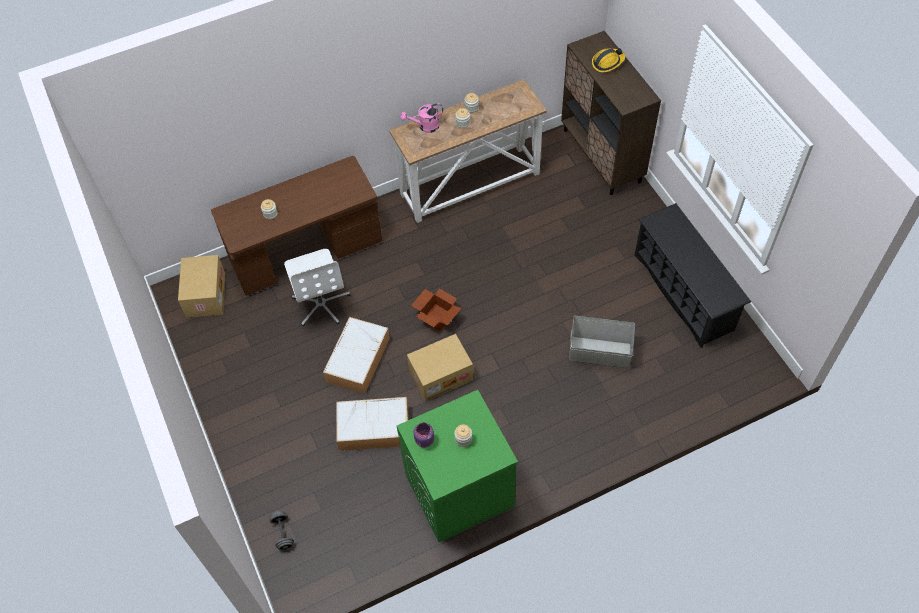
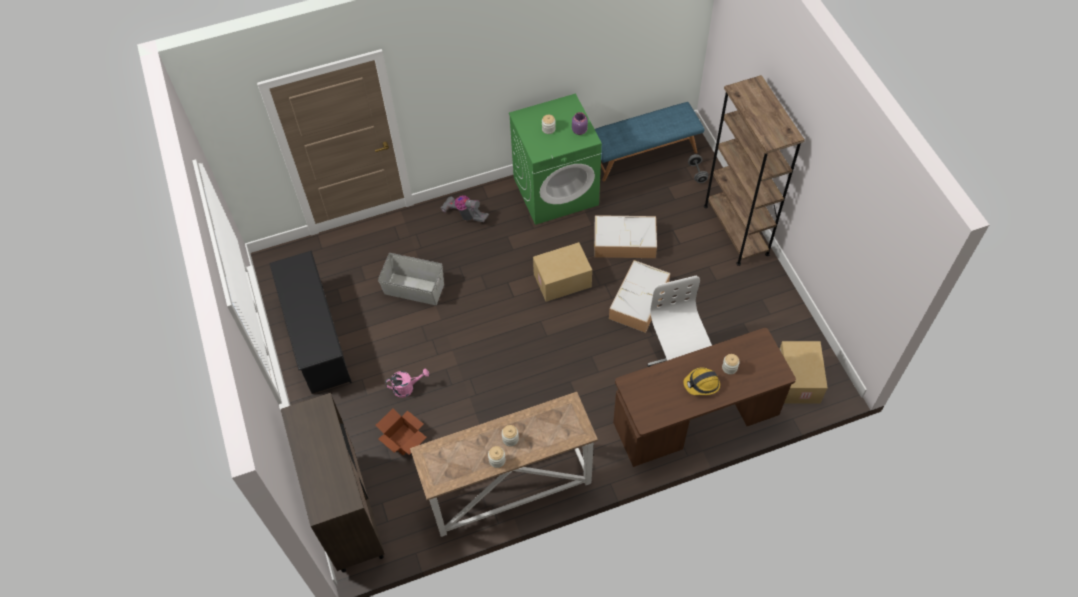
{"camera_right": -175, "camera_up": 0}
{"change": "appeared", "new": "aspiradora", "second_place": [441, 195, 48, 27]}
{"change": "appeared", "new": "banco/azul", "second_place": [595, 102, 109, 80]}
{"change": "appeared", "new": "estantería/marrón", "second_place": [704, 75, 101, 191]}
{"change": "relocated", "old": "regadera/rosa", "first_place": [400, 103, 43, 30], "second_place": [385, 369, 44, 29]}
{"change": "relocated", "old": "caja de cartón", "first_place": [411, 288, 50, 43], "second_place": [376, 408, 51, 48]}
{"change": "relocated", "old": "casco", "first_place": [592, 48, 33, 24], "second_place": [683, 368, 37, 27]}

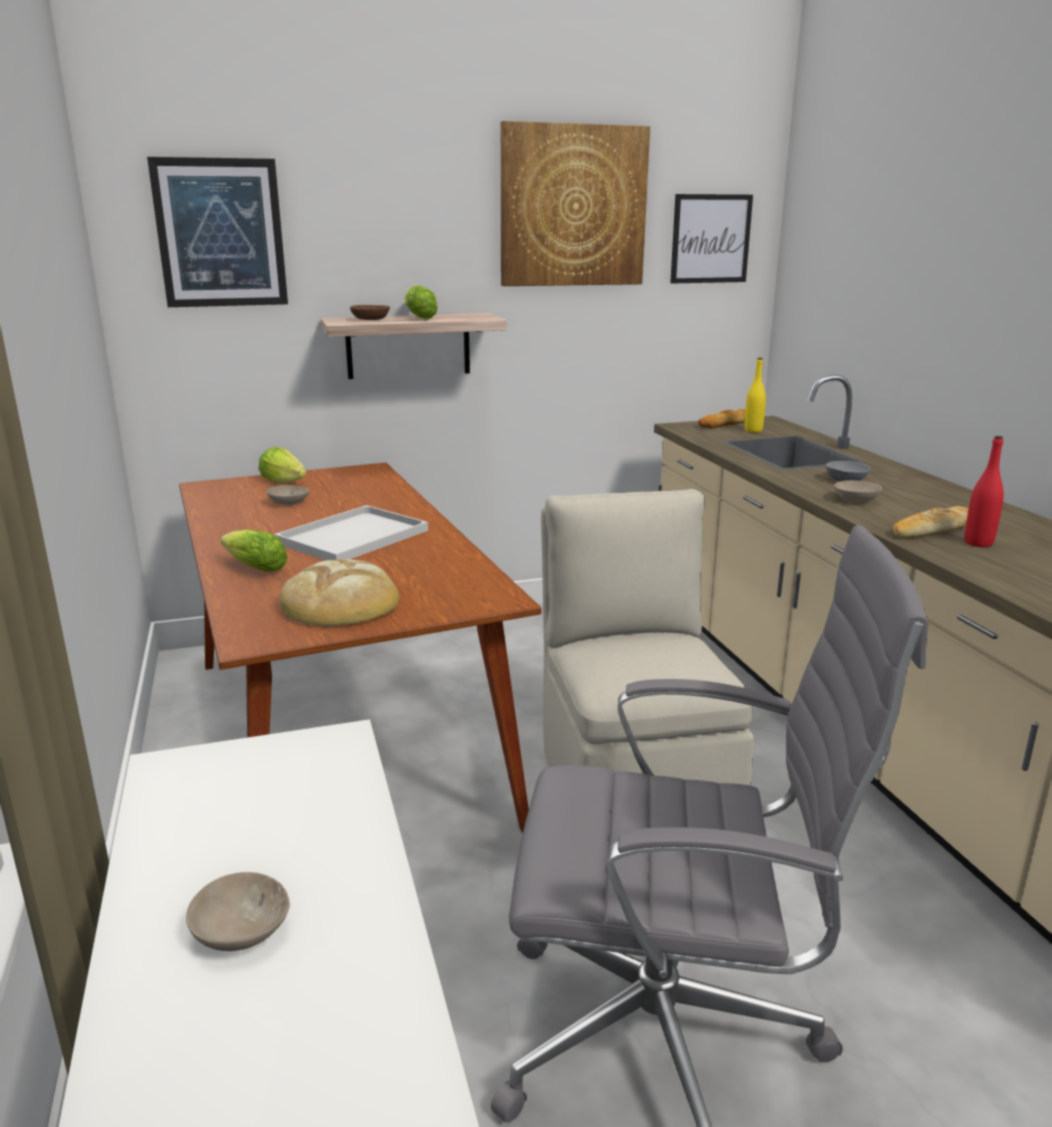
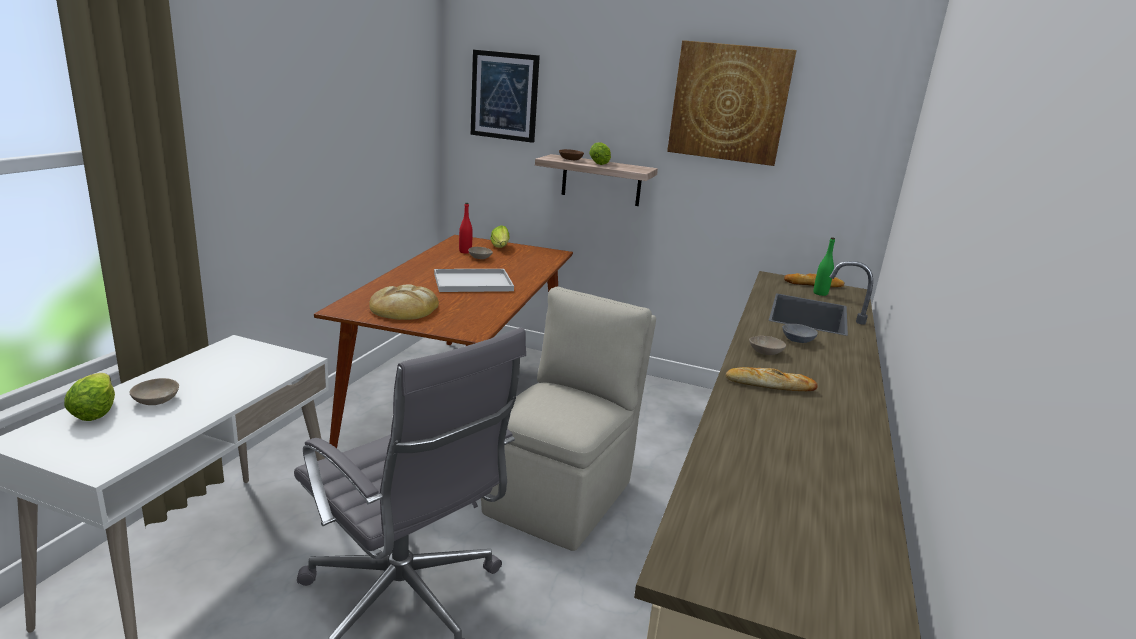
{"camera_right": 35, "camera_up": 0}
{"change": "missing", "old": "cuadro", "first_place": [670, 194, 83, 89]}
{"change": "relocated", "old": "lechuga", "first_place": [220, 529, 68, 43], "second_place": [64, 373, 51, 48]}
{"change": "relocated", "old": "botella/rojo", "first_place": [965, 436, 39, 111], "second_place": [459, 203, 14, 51]}
{"change": "colour", "old": "botella/amarillo", "new": "botella/verde", "first_place": [744, 358, 22, 74], "second_place": [814, 237, 21, 59]}

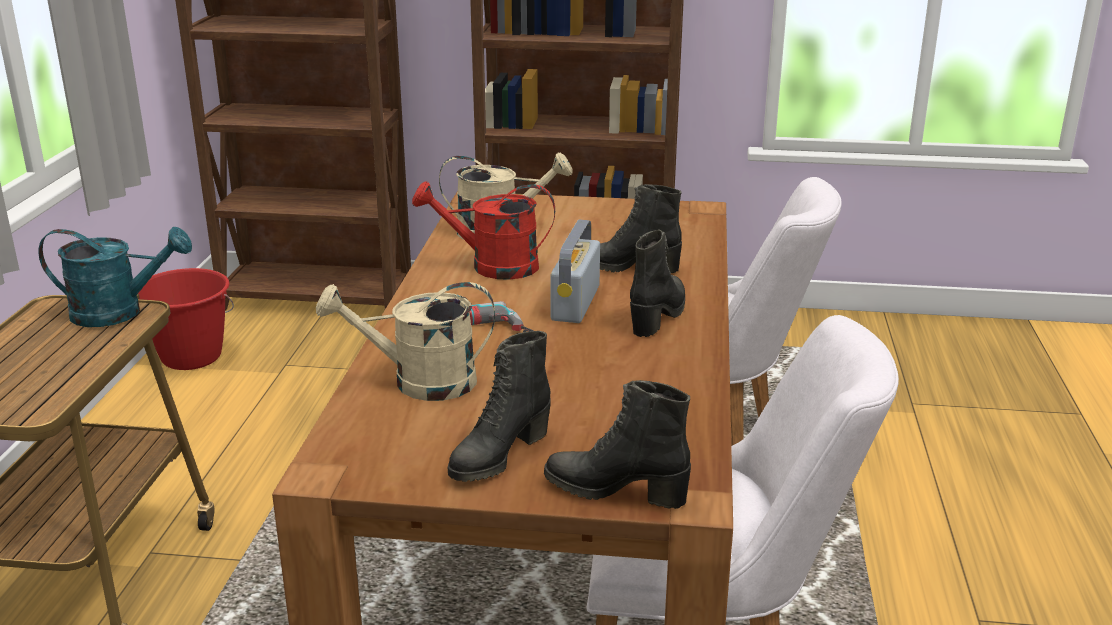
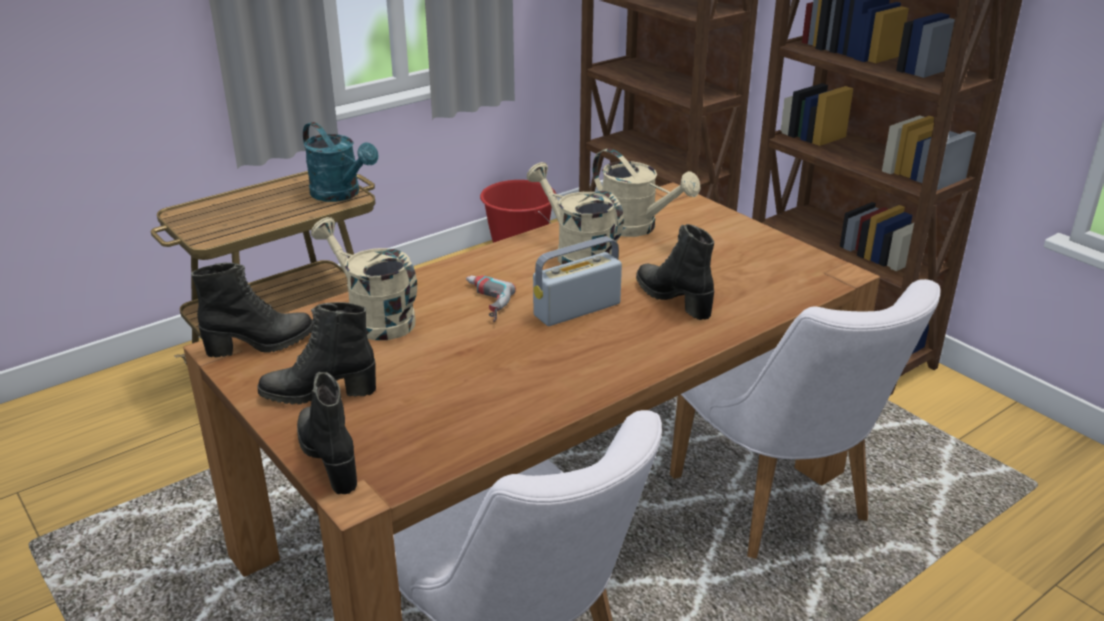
{"camera_right": 45, "camera_up": 5}
{"change": "relocated", "old": "bota/negro", "first_place": [630, 229, 55, 108], "second_place": [191, 263, 122, 94]}
{"change": "colour", "old": "regadera/rojo", "new": "regadera/beis", "first_place": [412, 182, 143, 98], "second_place": [527, 162, 97, 103]}

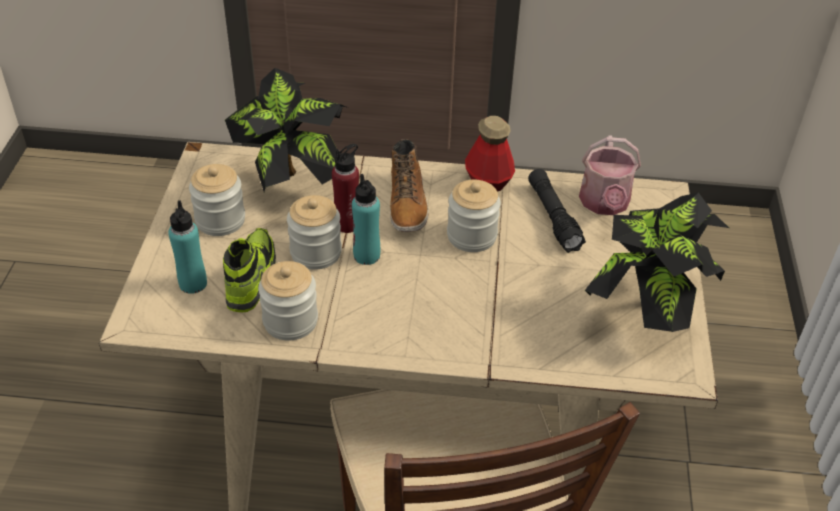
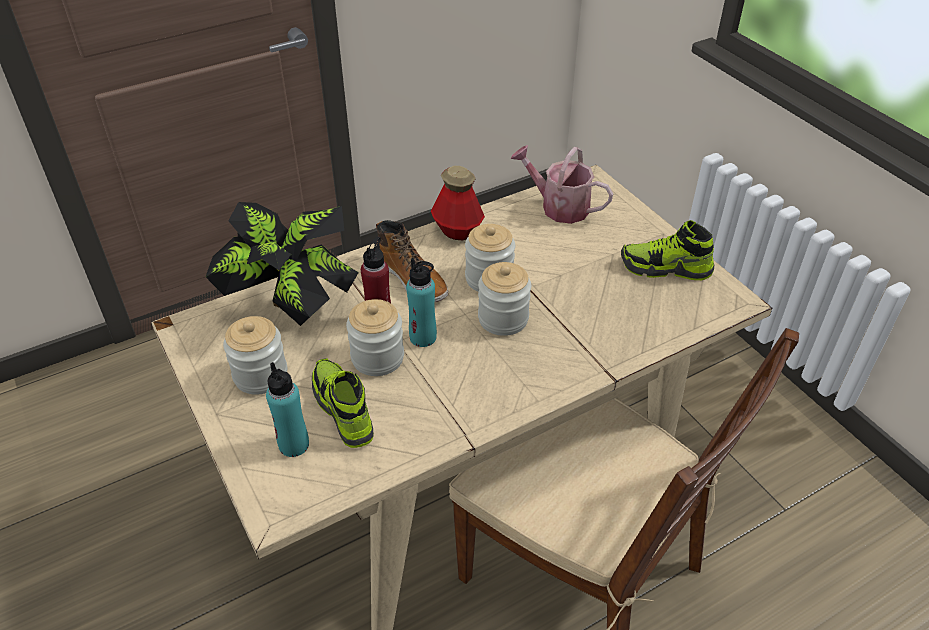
{"camera_right": -35, "camera_up": 0}
{"change": "missing", "old": "linterna/negro", "first_place": [528, 169, 58, 84]}
{"change": "relocated", "old": "tarro", "first_place": [258, 261, 60, 80], "second_place": [478, 262, 53, 74]}
{"change": "exchanged", "old": "planta en maceta", "new": "zapato", "first_place": [585, 192, 144, 140], "second_place": [621, 220, 93, 60]}
{"change": "spun", "old": "regadera", "first_place": [579, 135, 62, 80], "second_place": [510, 145, 103, 79], "degrees": 150}

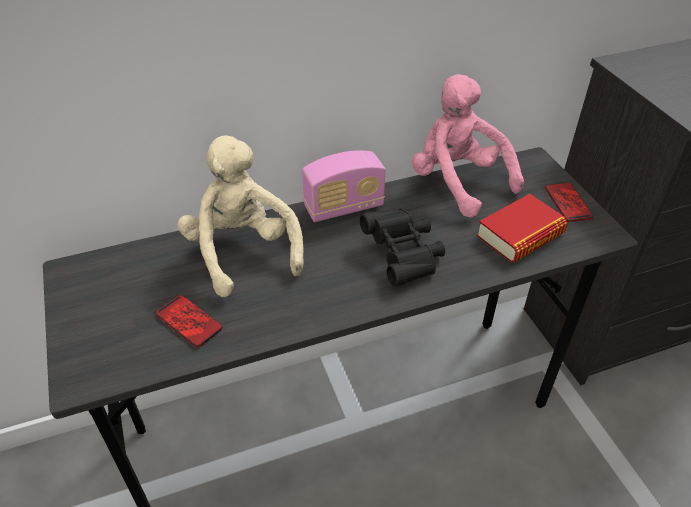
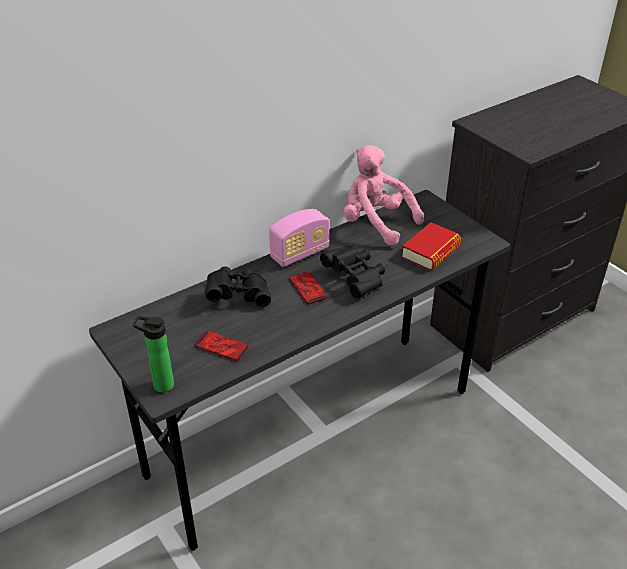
{"camera_right": -15, "camera_up": -5}
{"change": "appeared", "new": "botella", "second_place": [133, 316, 41, 77]}
{"change": "relocated", "old": "móvil", "first_place": [545, 183, 49, 39], "second_place": [289, 272, 39, 32]}
{"change": "exchanged", "old": "peluche/beis", "new": "prismáticos/negro", "first_place": [178, 135, 126, 162], "second_place": [205, 266, 66, 41]}

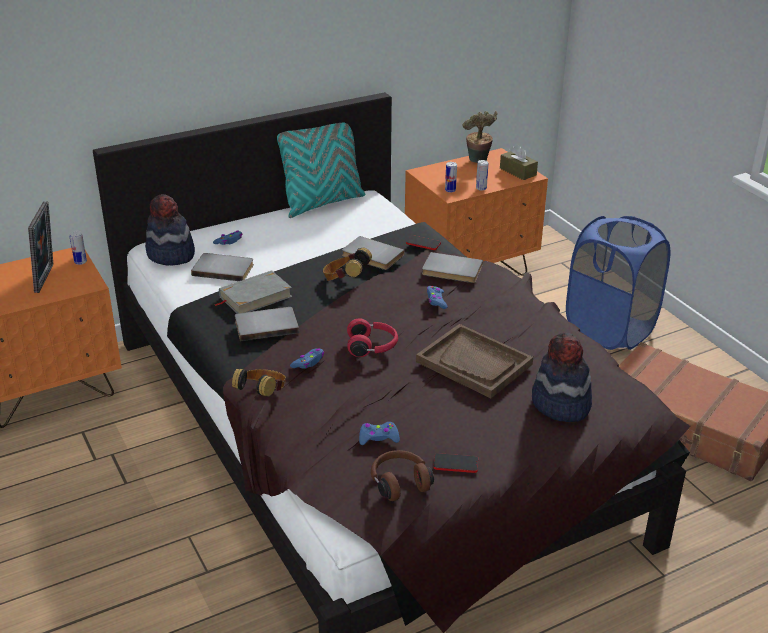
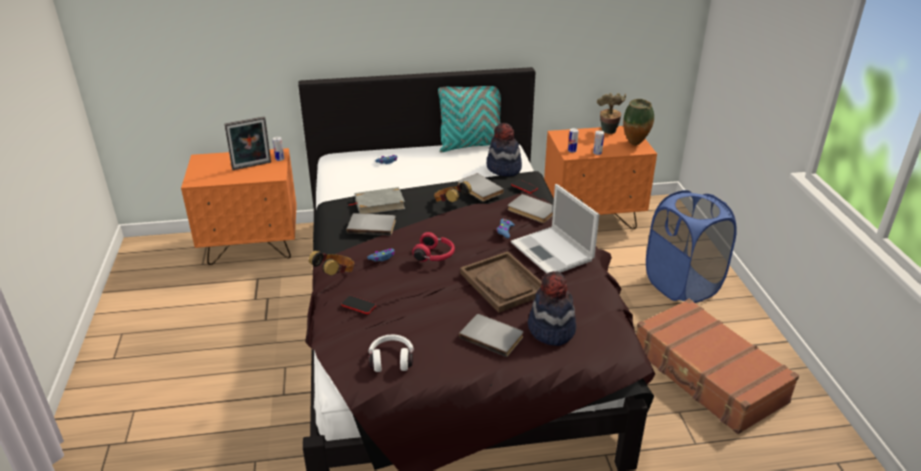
{"camera_right": 20, "camera_up": 0}
{"change": "missing", "old": "mando de consola/azul", "first_place": [359, 422, 41, 23]}
{"change": "appeared", "new": "portátil", "second_place": [511, 184, 89, 89]}
{"change": "relocated", "old": "sombrero", "first_place": [145, 194, 50, 72], "second_place": [487, 123, 35, 53]}
{"change": "relocated", "old": "libro/gris", "first_place": [191, 253, 63, 28], "second_place": [459, 314, 64, 43]}
{"change": "relocated", "old": "móvil", "first_place": [433, 453, 45, 20], "second_place": [341, 296, 35, 18]}
{"change": "exchanged", "old": "caja de pañuelos/marrón", "new": "florero", "first_place": [500, 145, 38, 35], "second_place": [623, 99, 31, 47]}
{"change": "colour", "old": "auriculares/marrón", "new": "auriculares/blanco", "first_place": [371, 450, 63, 51], "second_place": [368, 335, 46, 37]}
{"change": "spun", "old": "portarretratos", "first_place": [28, 201, 25, 92], "second_place": [224, 116, 47, 54], "degrees": 45}

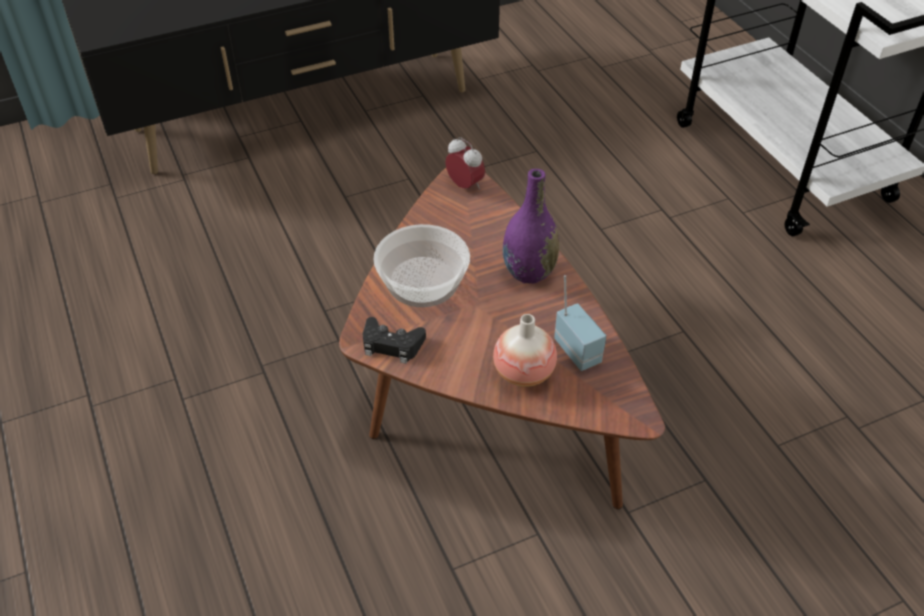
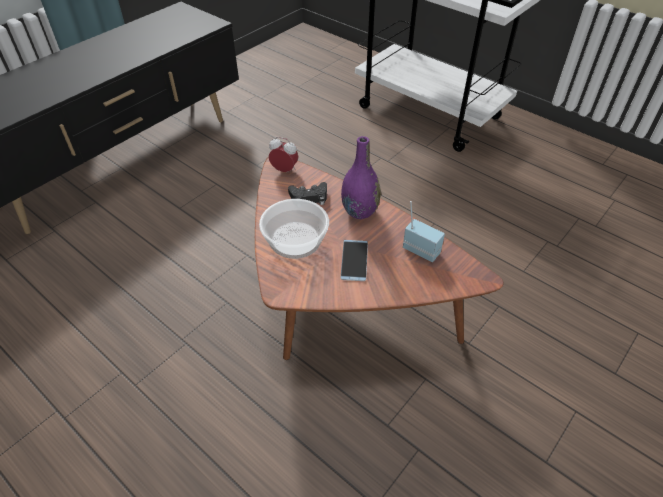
{"camera_right": -25, "camera_up": 0}
{"change": "missing", "old": "florero", "first_place": [493, 314, 64, 73]}
{"change": "appeared", "new": "móvil", "second_place": [341, 240, 27, 41]}
{"change": "relocated", "old": "mando de consola/negro", "first_place": [363, 317, 63, 47], "second_place": [288, 182, 39, 23]}

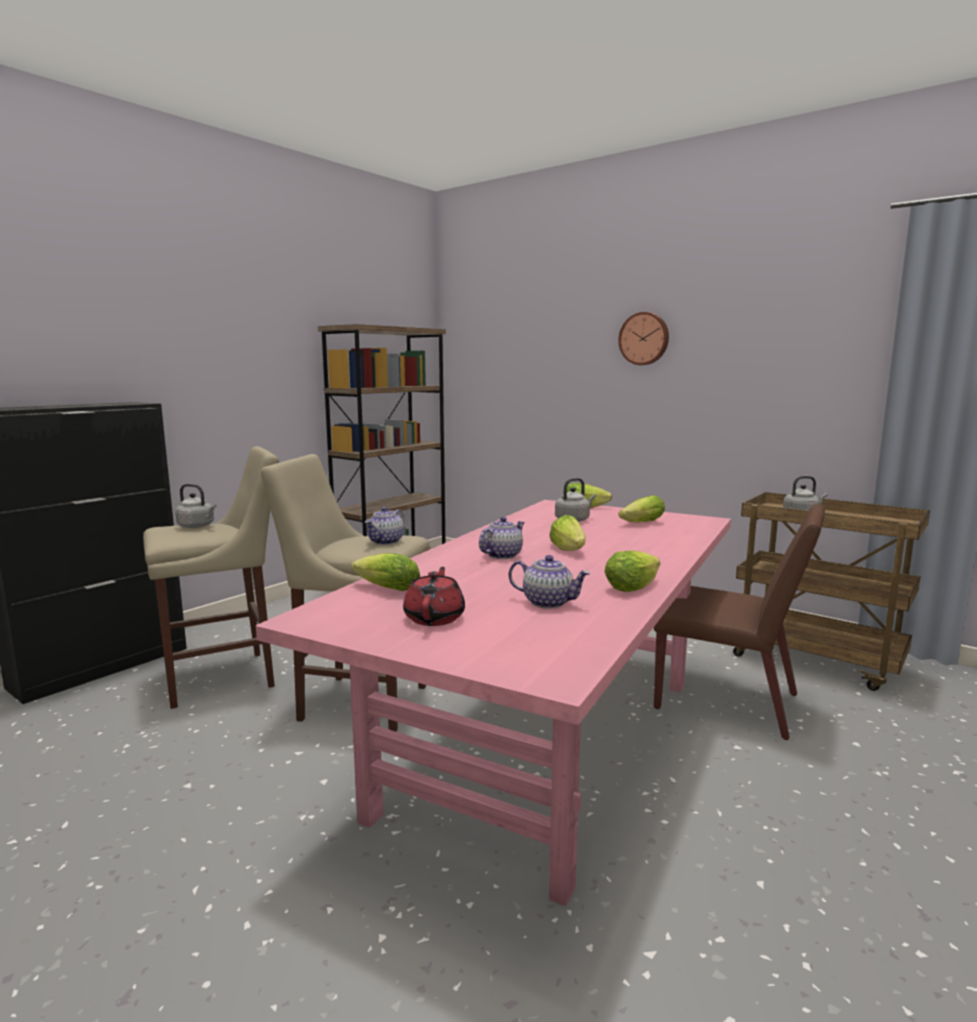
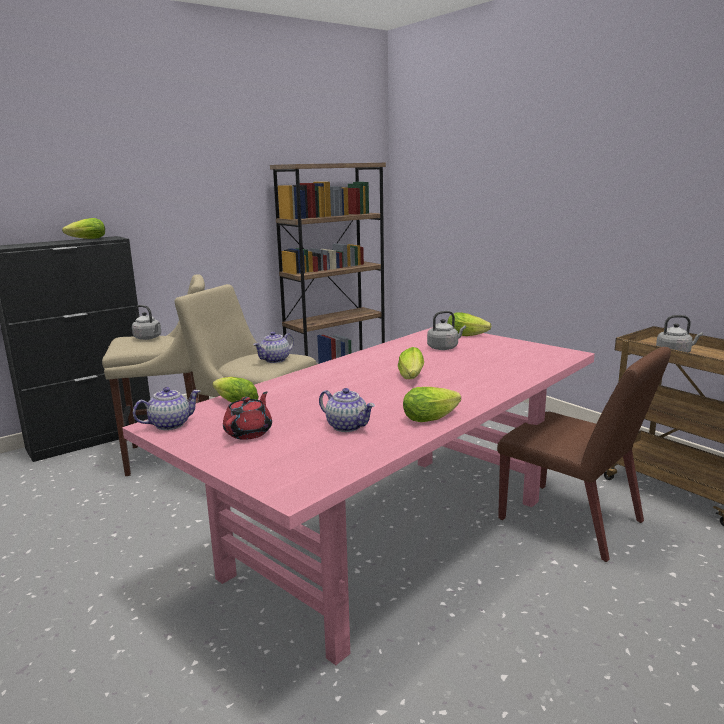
{"camera_right": 15, "camera_up": 5}
{"change": "missing", "old": "reloj de pared", "first_place": [618, 312, 51, 53]}
{"change": "relocated", "old": "tetera", "first_place": [479, 517, 46, 42], "second_place": [133, 387, 67, 43]}
{"change": "relocated", "old": "lechuga", "first_place": [618, 495, 47, 27], "second_place": [62, 218, 43, 21]}

